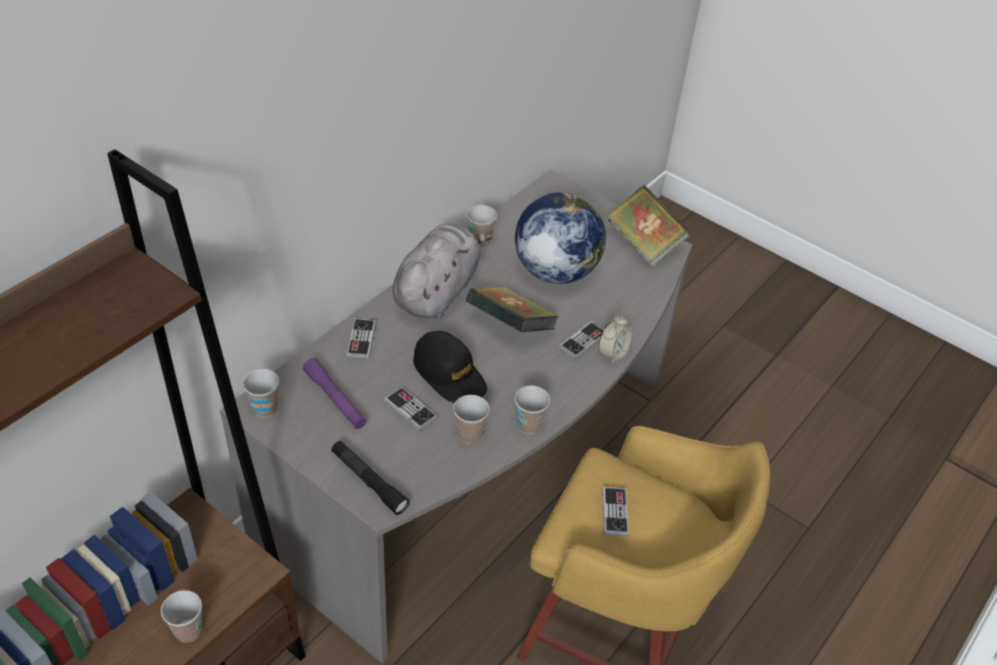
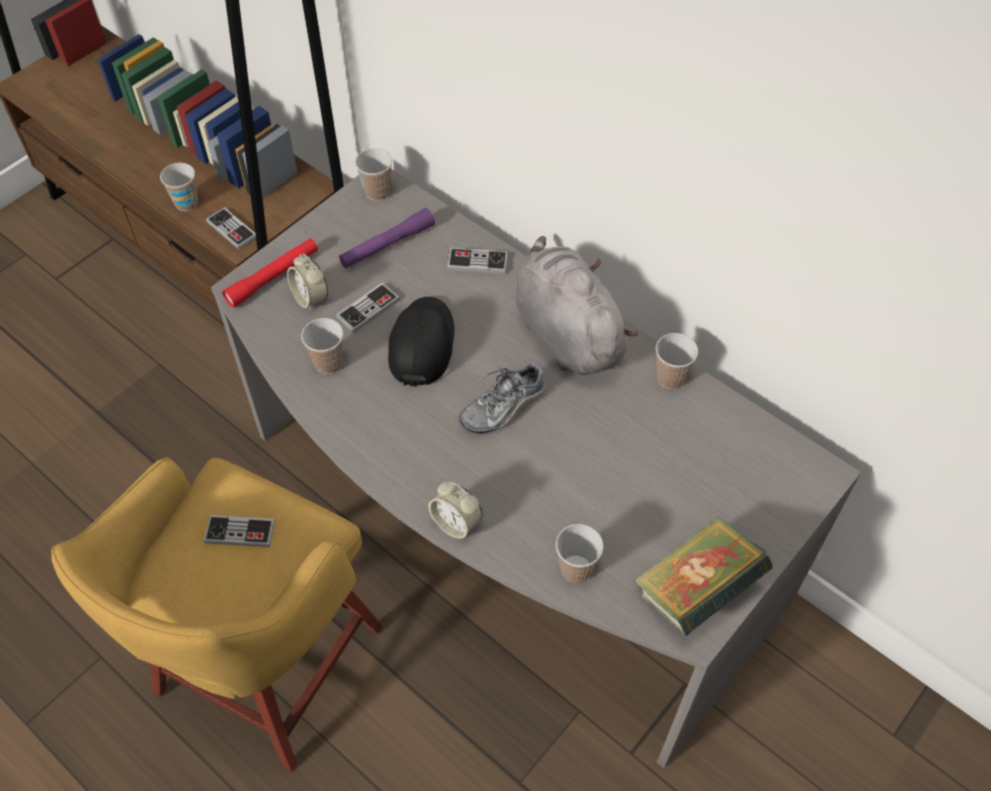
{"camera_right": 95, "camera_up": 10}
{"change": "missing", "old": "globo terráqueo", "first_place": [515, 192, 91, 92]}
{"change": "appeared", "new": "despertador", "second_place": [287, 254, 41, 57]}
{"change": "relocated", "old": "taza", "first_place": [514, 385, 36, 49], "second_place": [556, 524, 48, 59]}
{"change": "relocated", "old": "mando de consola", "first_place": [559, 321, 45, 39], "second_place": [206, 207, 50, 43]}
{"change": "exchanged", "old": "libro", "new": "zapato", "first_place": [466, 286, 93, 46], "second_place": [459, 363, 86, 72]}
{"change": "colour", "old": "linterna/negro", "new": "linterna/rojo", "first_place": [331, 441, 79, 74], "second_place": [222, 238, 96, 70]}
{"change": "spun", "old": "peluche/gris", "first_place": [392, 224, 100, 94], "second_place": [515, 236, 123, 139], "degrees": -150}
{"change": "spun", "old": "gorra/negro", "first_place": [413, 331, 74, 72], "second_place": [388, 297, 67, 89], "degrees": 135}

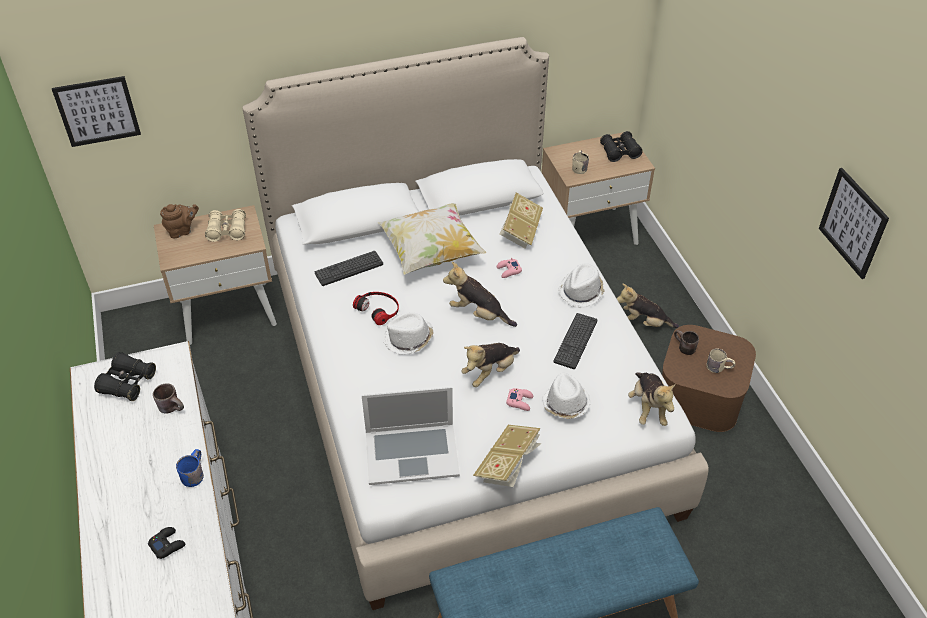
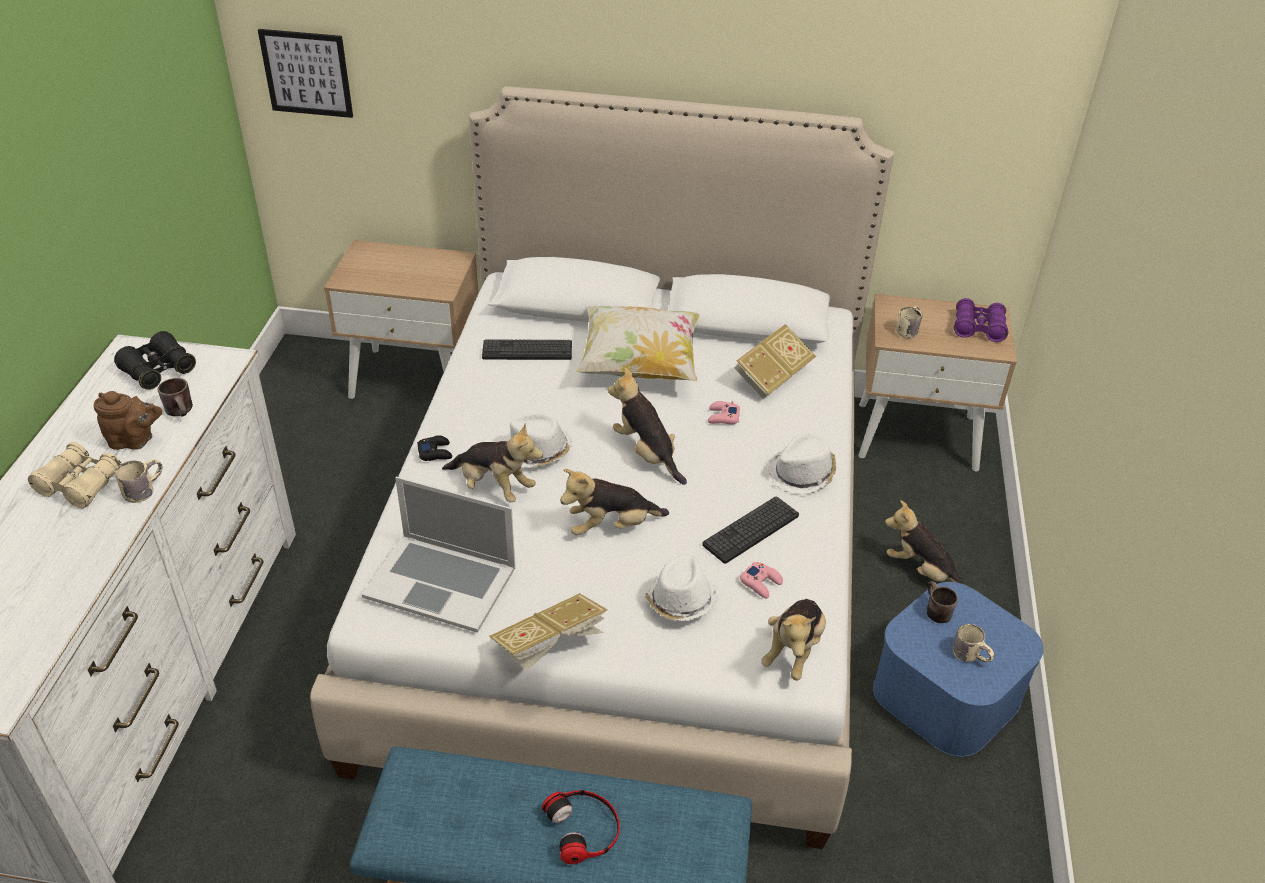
{"camera_right": 25, "camera_up": -5}
{"change": "missing", "old": "cuadro", "first_place": [819, 168, 70, 111]}
{"change": "appeared", "new": "peluche", "second_place": [442, 423, 101, 79]}
{"change": "relocated", "old": "mando de consola/negro", "first_place": [148, 527, 37, 32], "second_place": [417, 436, 35, 25]}
{"change": "relocated", "old": "tetera/marrón", "first_place": [160, 204, 39, 34], "second_place": [94, 391, 68, 59]}
{"change": "relocated", "old": "prismáticos/beis", "first_place": [205, 209, 41, 33], "second_place": [28, 442, 94, 66]}
{"change": "relocated", "old": "auriculares", "first_place": [353, 292, 46, 33], "second_place": [542, 790, 78, 74]}
{"change": "relocated", "old": "mando de consola/rosa", "first_place": [506, 388, 27, 23], "second_place": [740, 562, 43, 36]}
{"change": "colour", "old": "taza grande/azul", "new": "taza grande/beis", "first_place": [176, 449, 28, 38], "second_place": [115, 459, 48, 44]}
{"change": "colour", "old": "prismáticos/negro", "new": "prismáticos/morado", "first_place": [600, 131, 43, 31], "second_place": [954, 298, 54, 44]}
{"change": "colour", "old": "caja de almacenaje/marrón", "new": "caja de almacenaje/azul", "first_place": [662, 325, 94, 107], "second_place": [873, 582, 171, 175]}

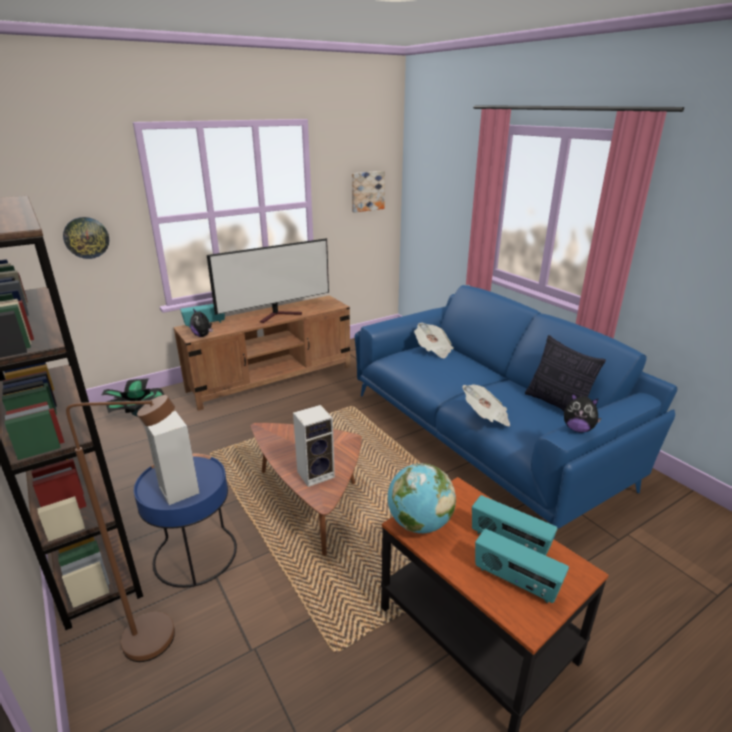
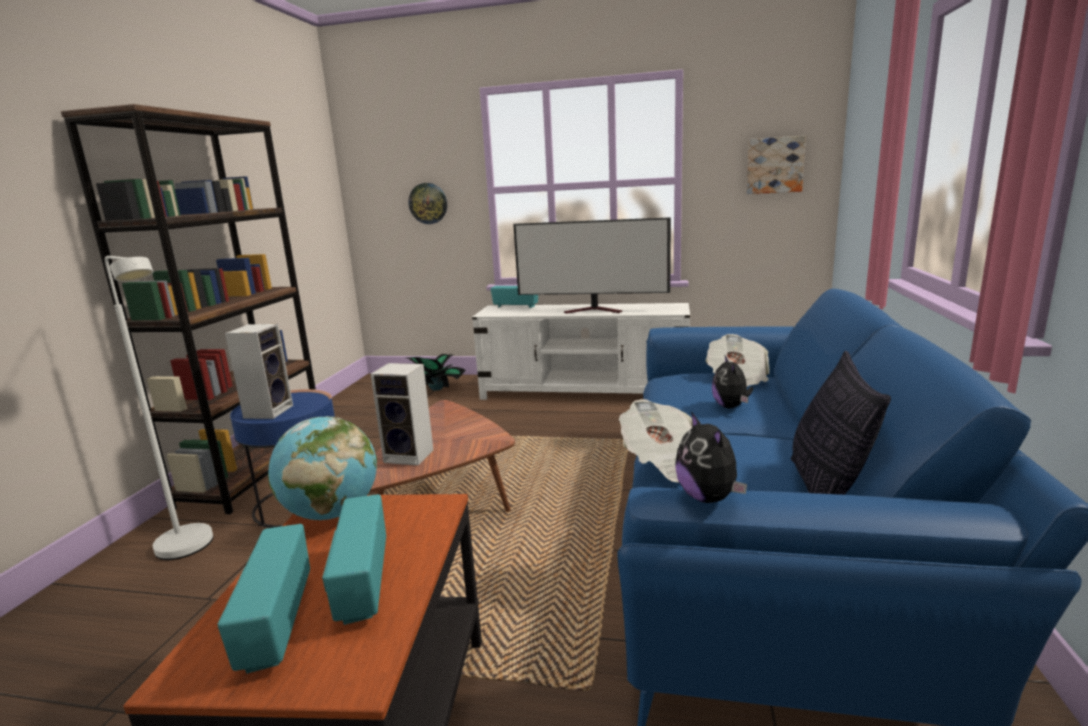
{"camera_right": 45, "camera_up": -10}
{"change": "relocated", "old": "peluche", "first_place": [190, 308, 23, 29], "second_place": [712, 356, 41, 53]}
{"change": "colour", "old": "lámpara de pie/marrón", "new": "lámpara de pie/blanco", "first_place": [66, 395, 109, 267], "second_place": [105, 256, 108, 304]}
{"change": "colour", "old": "mueble de televisión/marrón", "new": "mueble de televisión/blanco", "first_place": [173, 295, 177, 116], "second_place": [472, 303, 218, 97]}

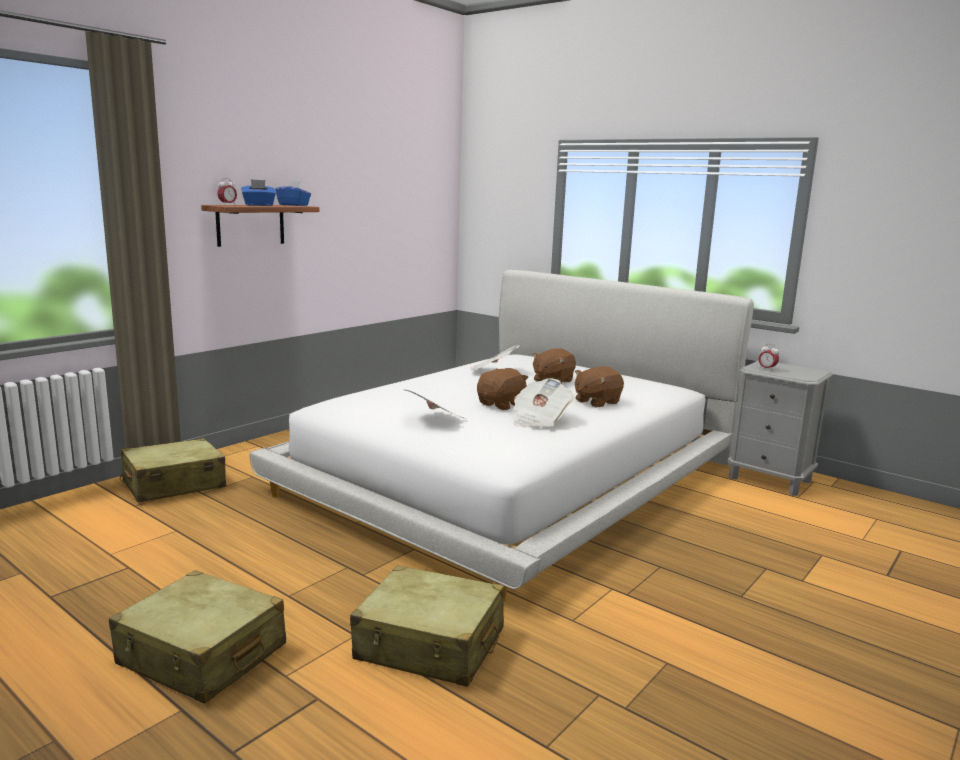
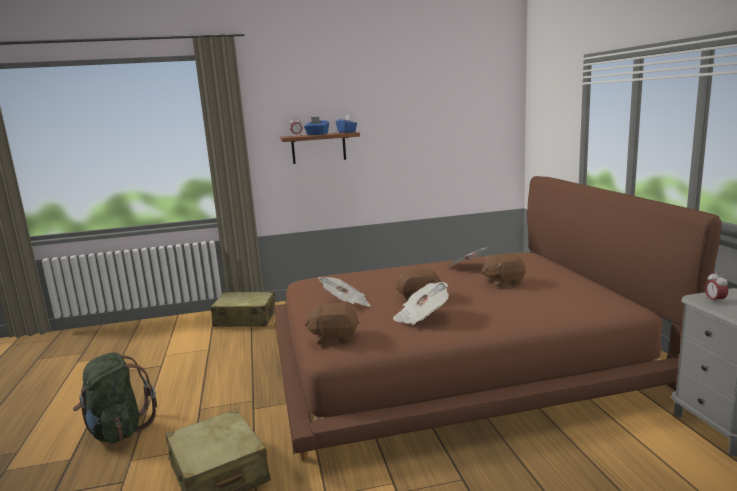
{"camera_right": 40, "camera_up": 0}
{"change": "relocated", "old": "peluche/marrón", "first_place": [575, 366, 49, 41], "second_place": [304, 303, 55, 42]}
{"change": "exchanged", "old": "maleta/beis", "new": "mochila/verde", "first_place": [109, 570, 177, 134], "second_place": [73, 352, 84, 92]}
{"change": "colour", "old": "cama/blanco", "new": "cama/marrón", "first_place": [249, 269, 505, 332], "second_place": [274, 176, 447, 285]}

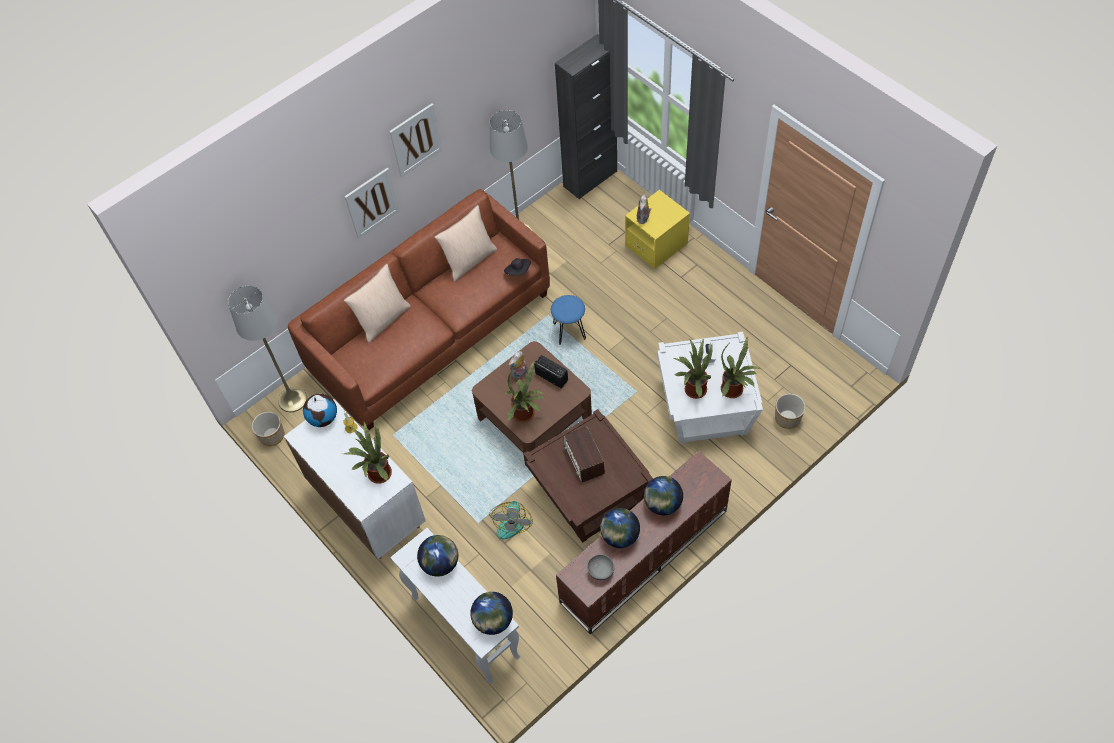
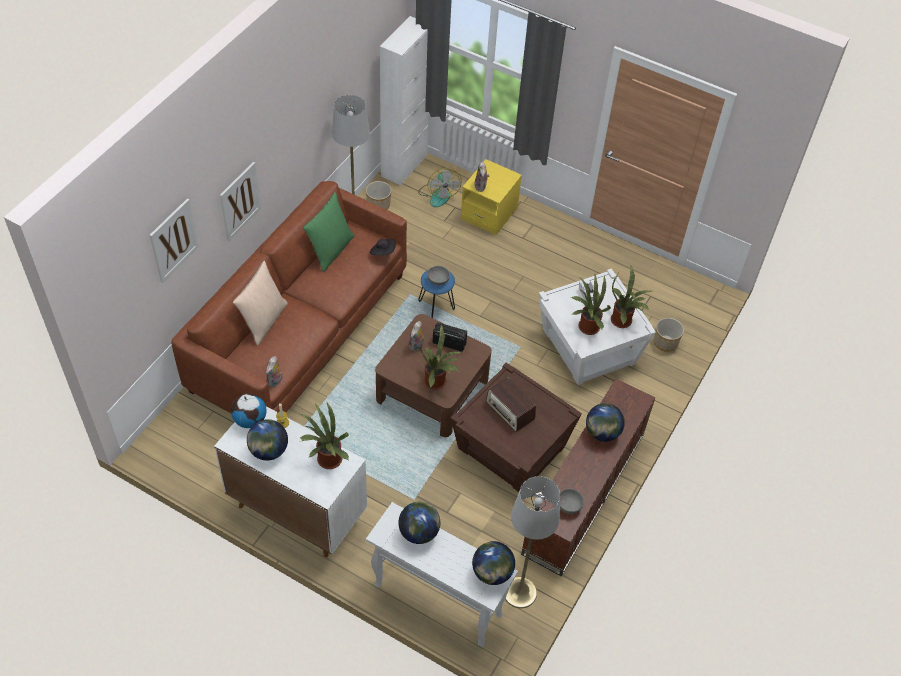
{"camera_right": -25, "camera_up": -5}
{"change": "appeared", "new": "peluche", "second_place": [266, 356, 16, 31]}
{"change": "appeared", "new": "cuenco/gris", "second_place": [427, 266, 23, 19]}
{"change": "relocated", "old": "lámpara de pie/gris", "first_place": [228, 286, 79, 126], "second_place": [505, 476, 55, 132]}
{"change": "relocated", "old": "maceta", "first_place": [252, 412, 32, 34], "second_place": [366, 181, 25, 29]}
{"change": "relocated", "old": "cuadro", "first_place": [389, 103, 53, 74], "second_place": [149, 198, 50, 85]}
{"change": "relocated", "old": "ventilador", "first_place": [489, 501, 44, 38], "second_place": [418, 168, 44, 39]}
{"change": "relocated", "old": "globo terráqueo", "first_place": [600, 508, 40, 40], "second_place": [247, 419, 41, 41]}
{"change": "colour", "old": "cojín/beis", "new": "cojín/verde", "first_place": [435, 205, 62, 77], "second_place": [303, 192, 51, 80]}
{"change": "colour", "old": "armario/negro", "new": "armario/blanco", "first_place": [555, 34, 62, 165], "second_place": [380, 16, 49, 169]}

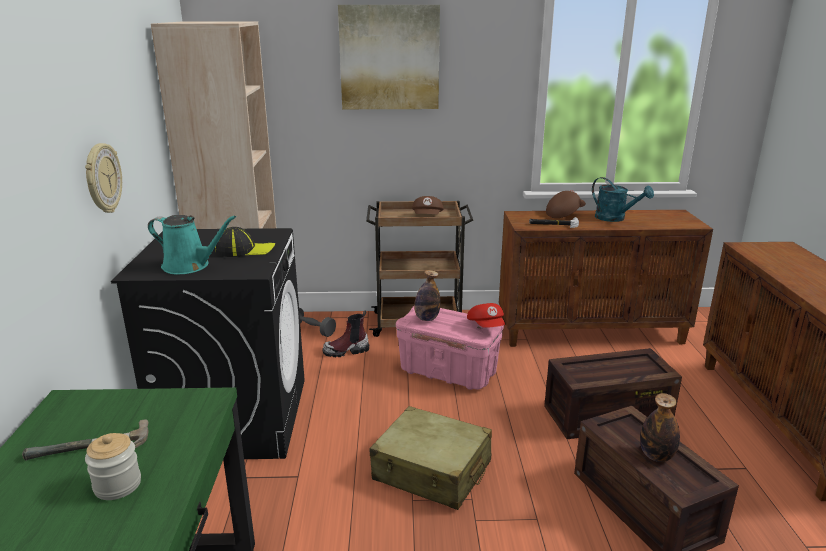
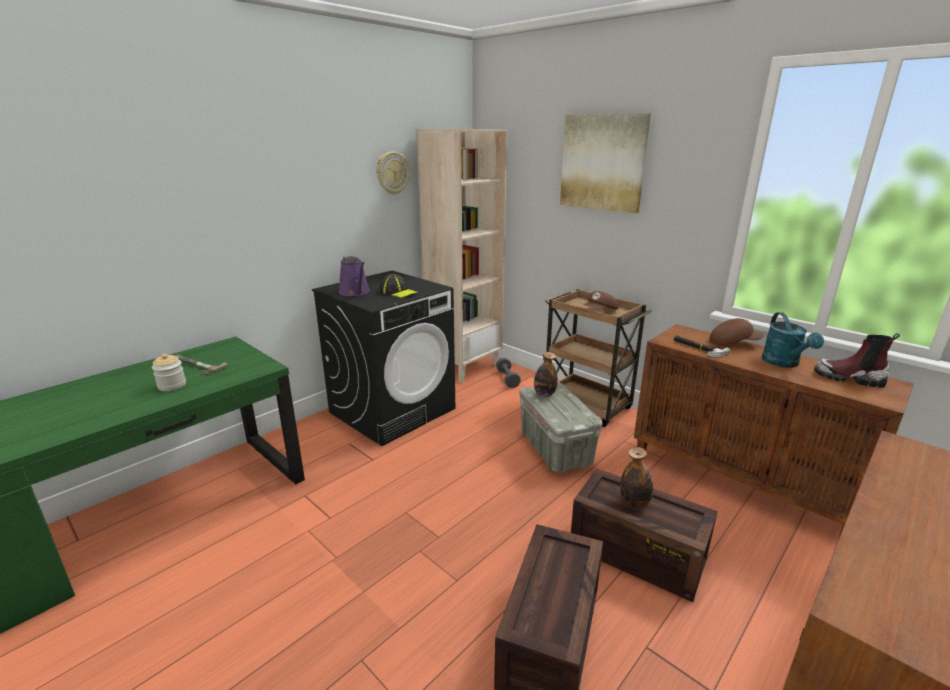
{"camera_right": 45, "camera_up": 0}
{"change": "missing", "old": "maleta/beis", "first_place": [370, 406, 122, 104]}
{"change": "missing", "old": "gorra/rojo", "first_place": [467, 303, 38, 25]}
{"change": "relocated", "old": "reloj de pared", "first_place": [85, 143, 37, 70], "second_place": [376, 152, 34, 43]}
{"change": "relocated", "old": "bota", "first_place": [322, 311, 47, 46], "second_place": [814, 333, 86, 55]}
{"change": "relocated", "old": "botella", "first_place": [640, 393, 40, 69], "second_place": [620, 447, 33, 61]}
{"change": "colour", "old": "regadera/turquesa", "new": "regadera/morado", "first_place": [148, 215, 88, 59], "second_place": [339, 256, 31, 40]}
{"change": "colour", "old": "caja de almacenaje/rosa", "new": "caja de almacenaje/gris", "first_place": [396, 306, 108, 84], "second_place": [519, 383, 83, 89]}

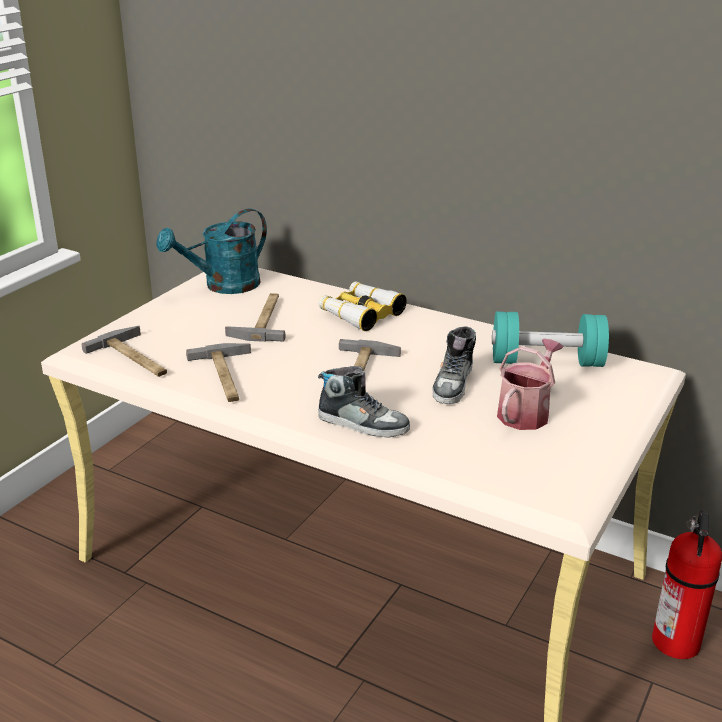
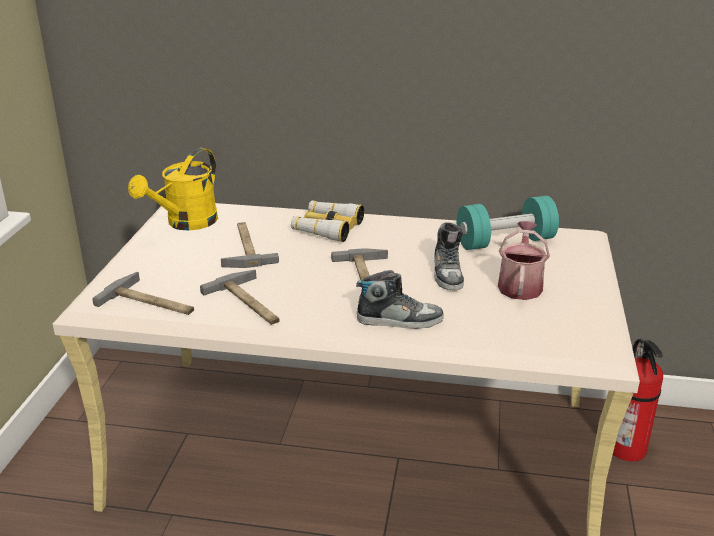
{"camera_right": -20, "camera_up": 0}
{"change": "colour", "old": "regadera/turquesa", "new": "regadera/amarillo", "first_place": [156, 209, 111, 85], "second_place": [128, 148, 90, 82]}

